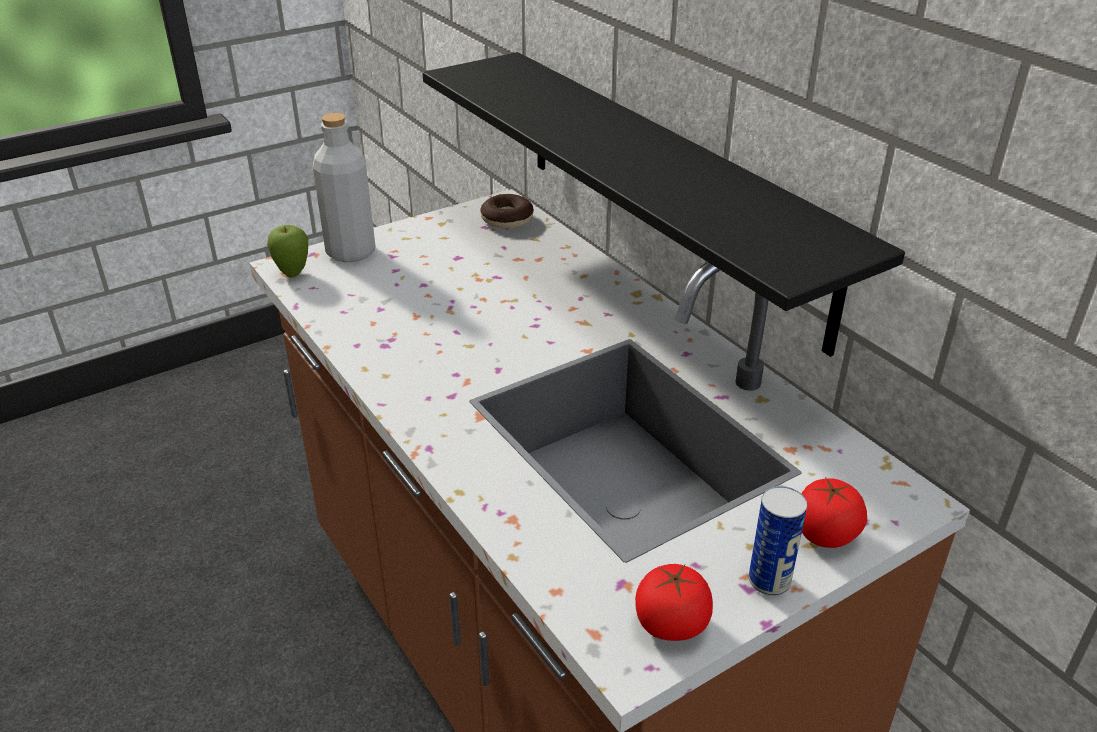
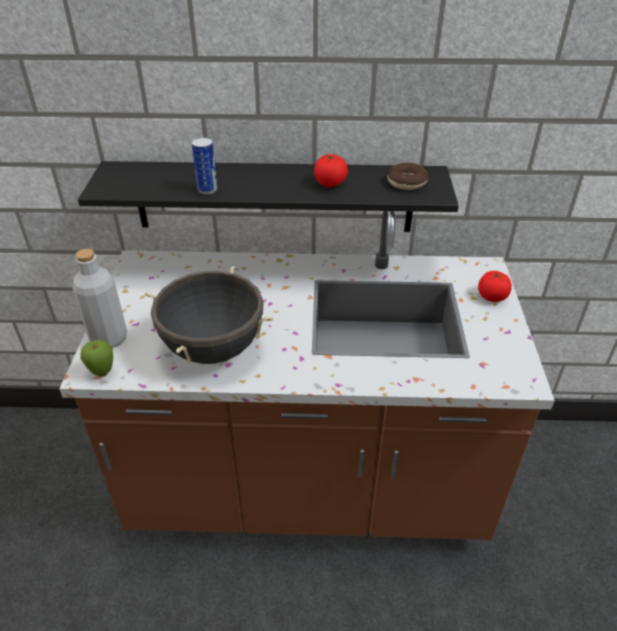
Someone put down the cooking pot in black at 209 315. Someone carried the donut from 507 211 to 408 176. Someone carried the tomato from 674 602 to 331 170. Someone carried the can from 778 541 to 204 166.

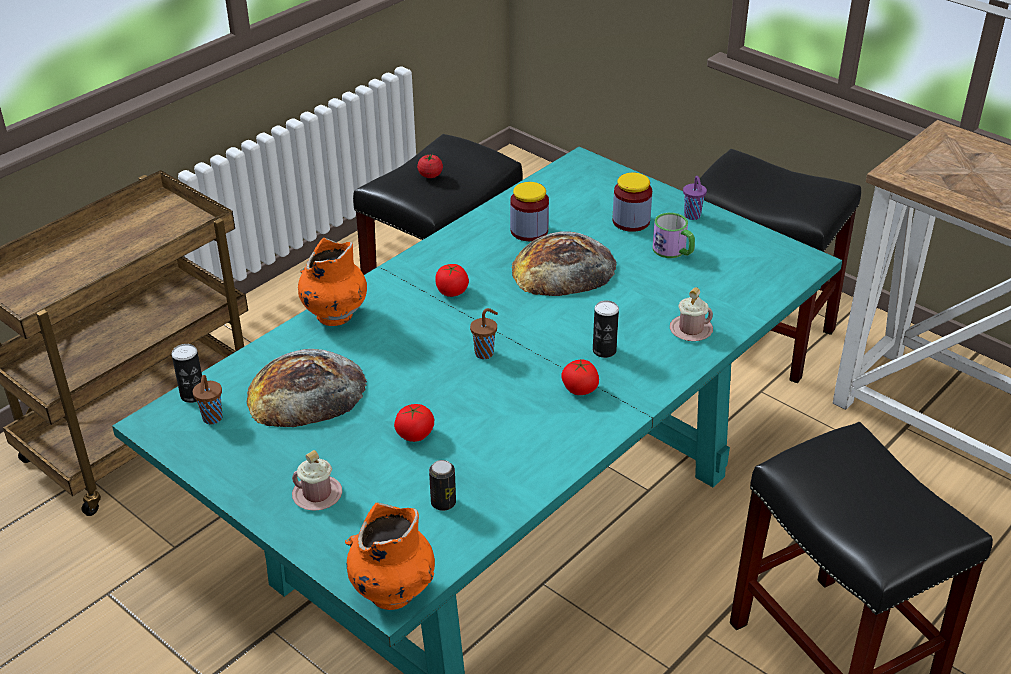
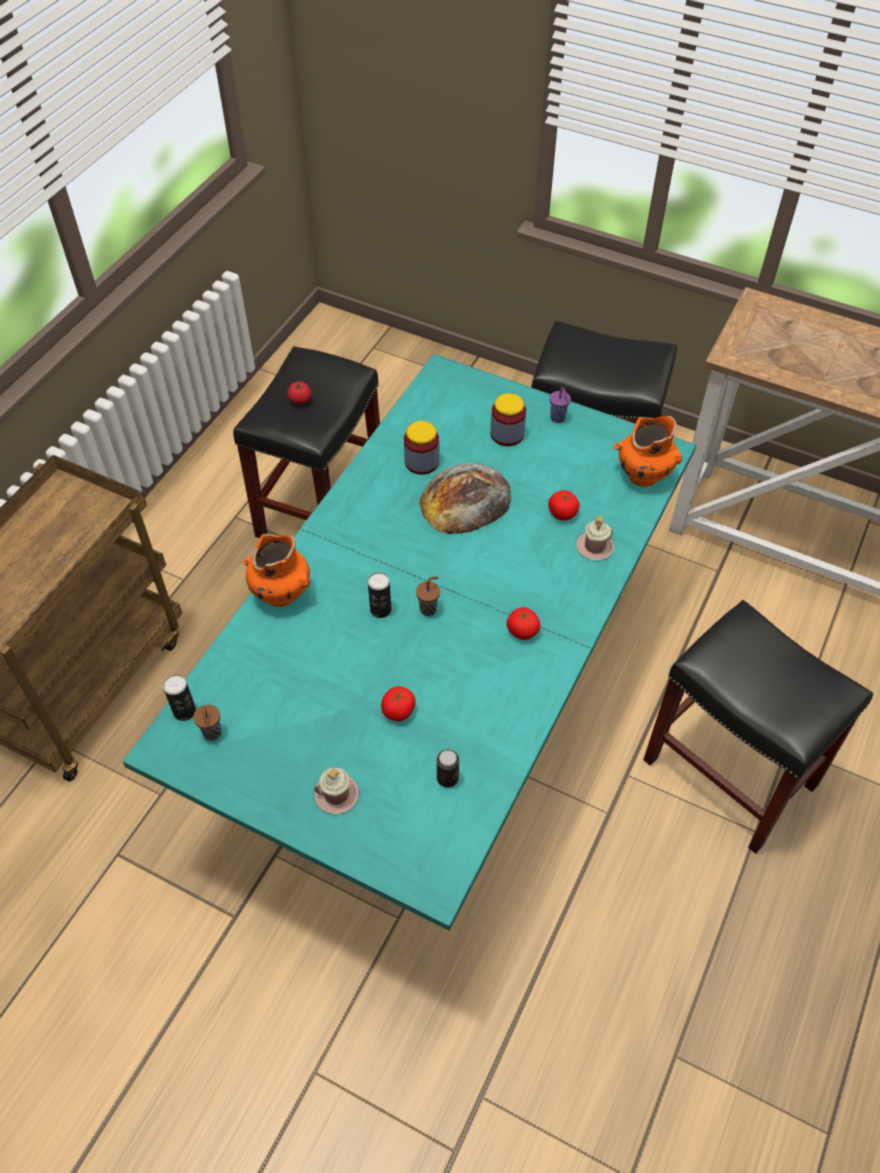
Someone took away the bread at 307 388. Someone took away the mug at 673 235. Someone carried the vase in orange from 390 556 to 647 451. Someone carried the tomato from 452 280 to 564 505. Someone carried the can from 606 329 to 379 595.

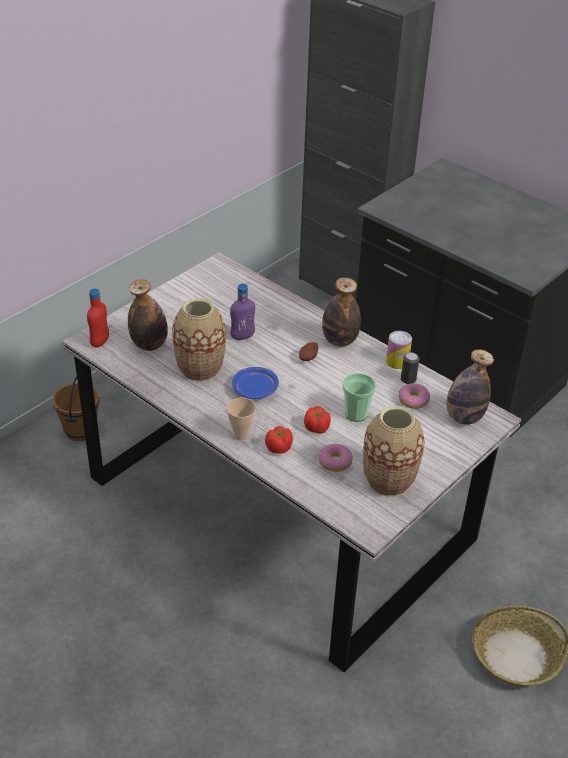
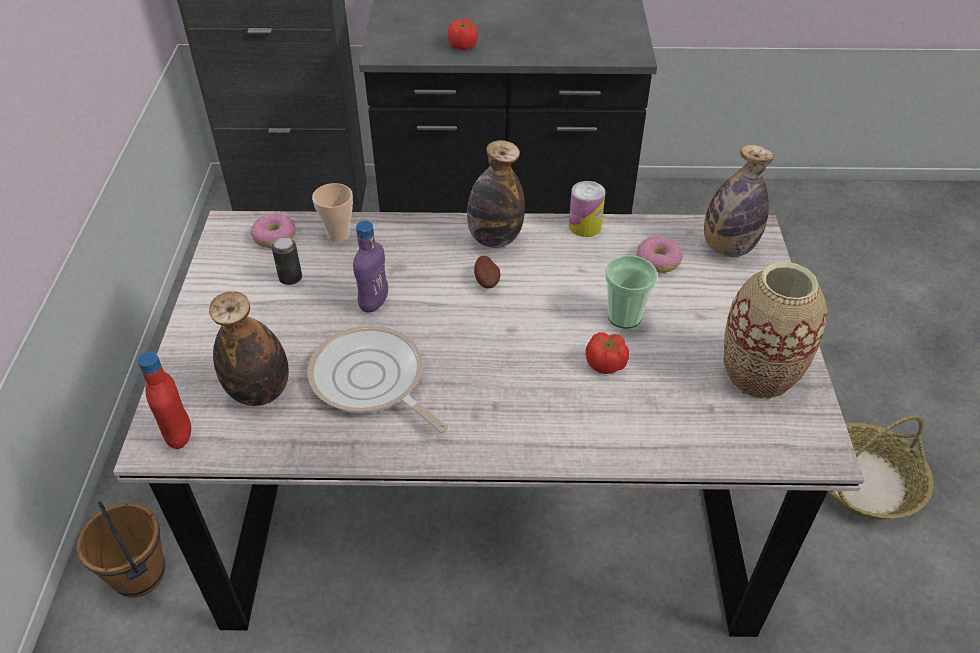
Someone took away the plate in blue at 255 383. Someone carried the cup from 241 419 to 332 212. Someone carried the tomato from 279 440 to 462 34. Someone carried the donut from 336 458 to 273 230. Someone carried the can from 410 368 to 286 261. Someone swapped the vase at 199 340 for the frying pan at 377 379.

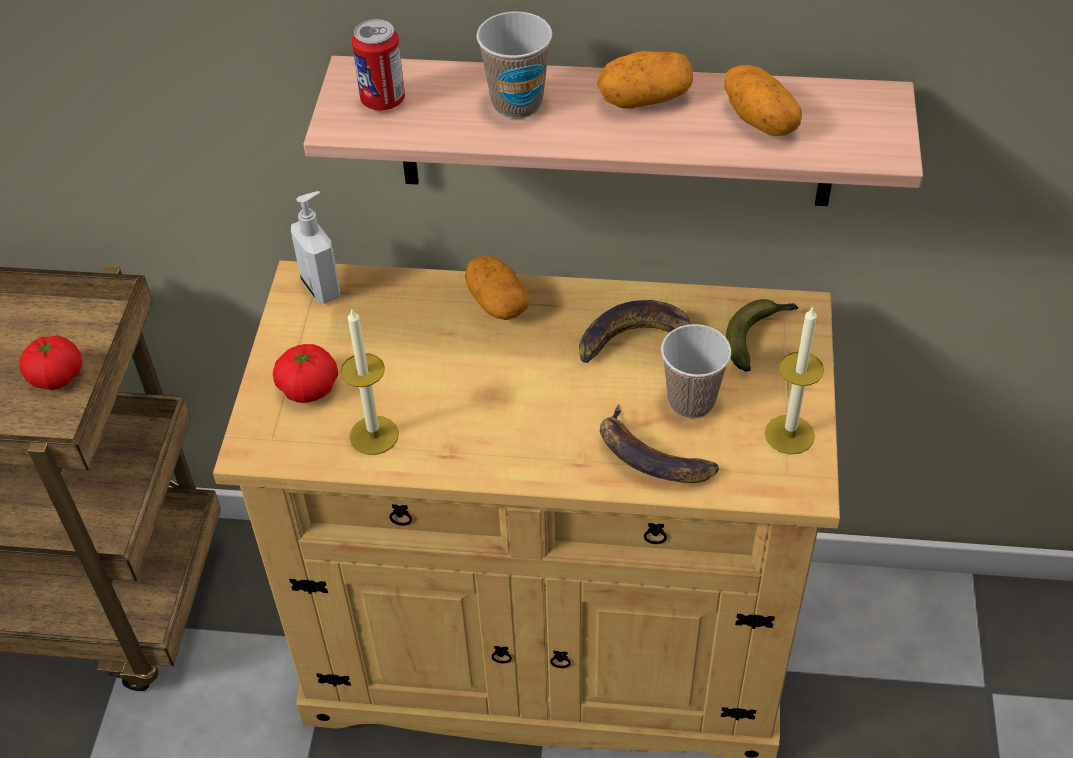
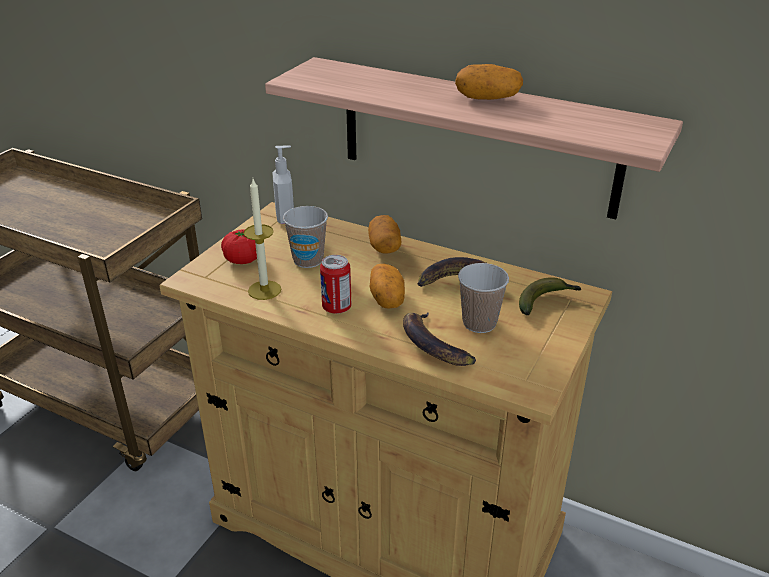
Someone took away the tomato at 50 362. Someone took away the candle at 794 380. Someone carried the can from 378 64 to 335 284. Someone carried the cup from 514 65 to 305 237. Someone carried the potato from 763 100 to 387 286.

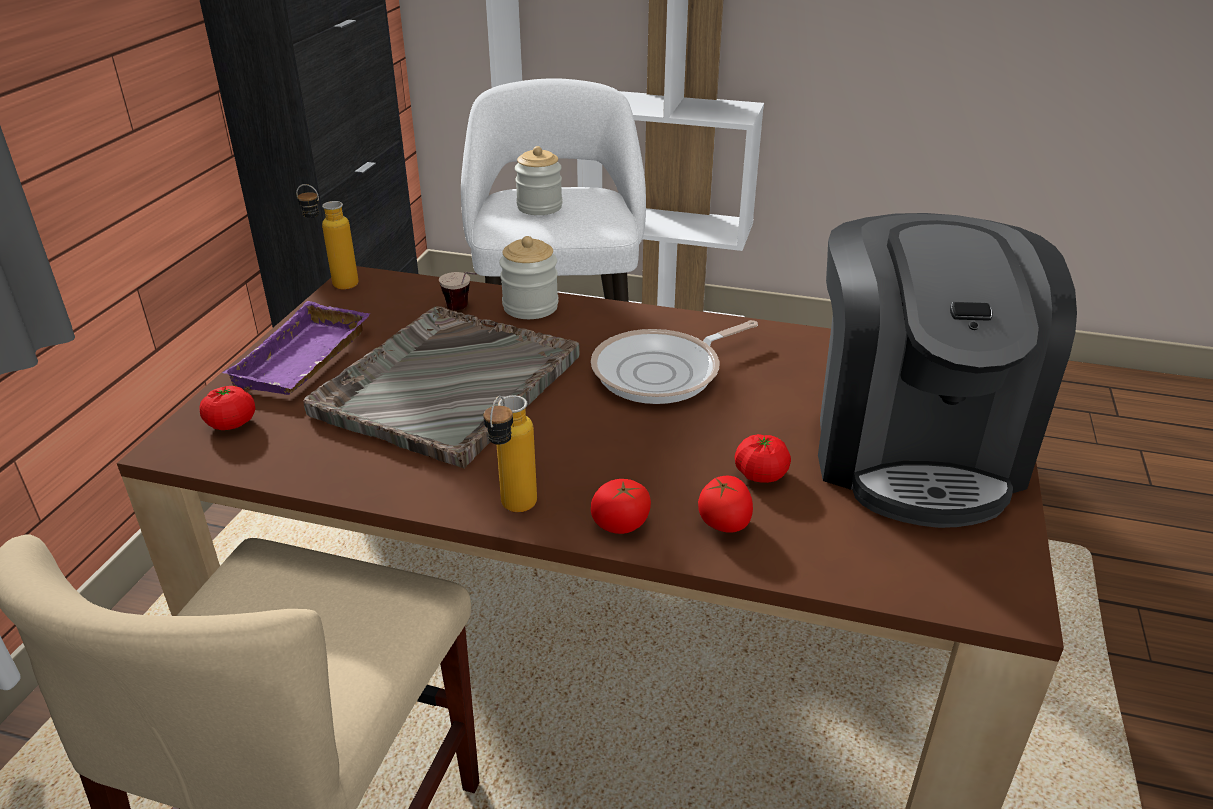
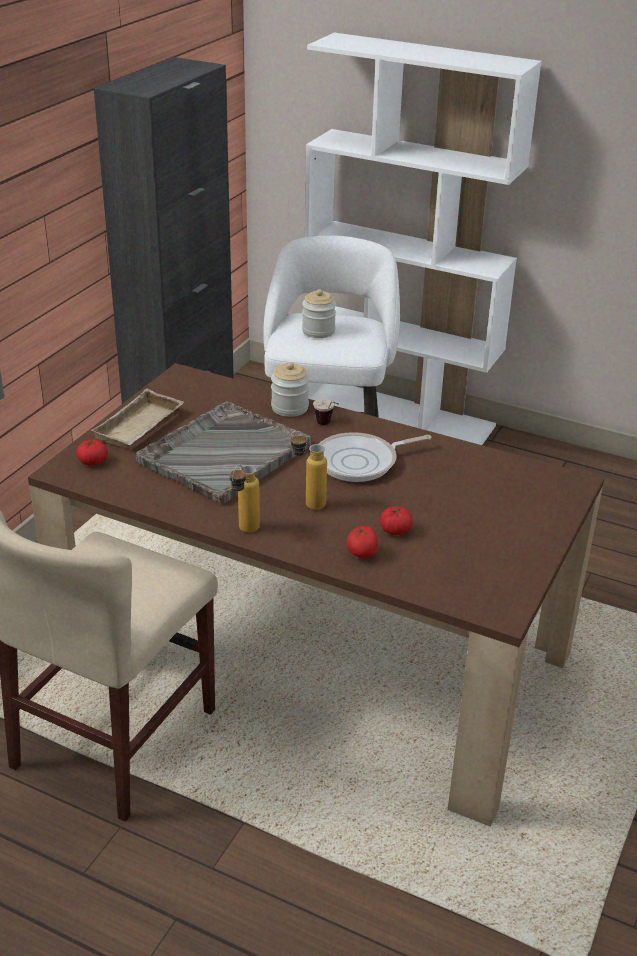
Someone took away the tomato at 621 506. Someone took away the coffee machine at 947 370. Someone carried the bottle from 327 236 to 309 470. Someone carried the cup from 458 291 to 326 412. Someone repainted the tray in purple at 296 348, which became the tray in beige at 137 418.

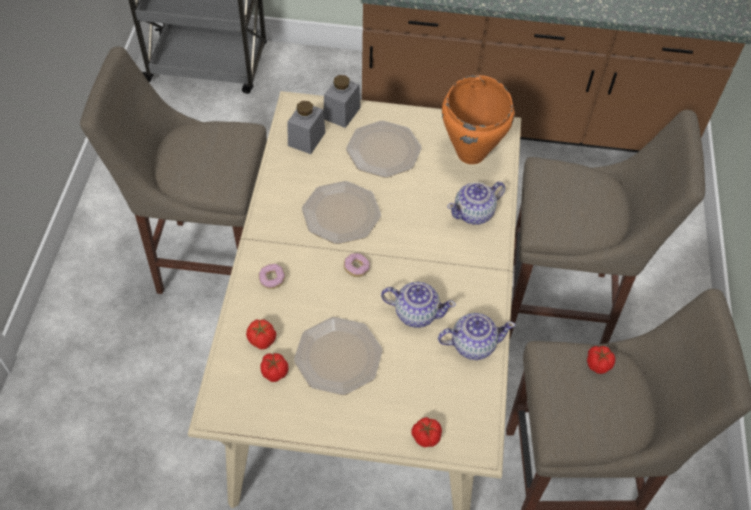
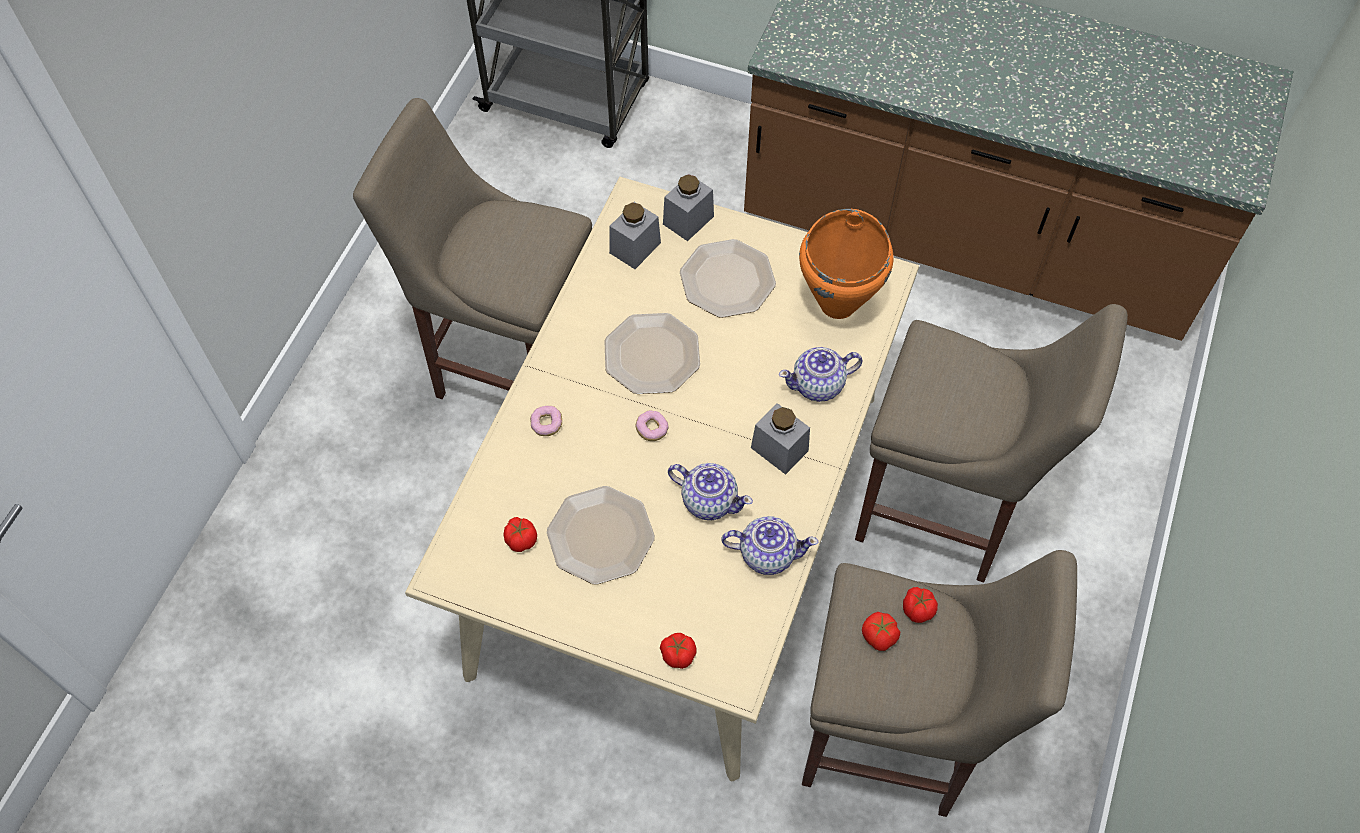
Someone put down the jar in grey at 780 439. Someone carried the tomato from 261 334 to 881 631.

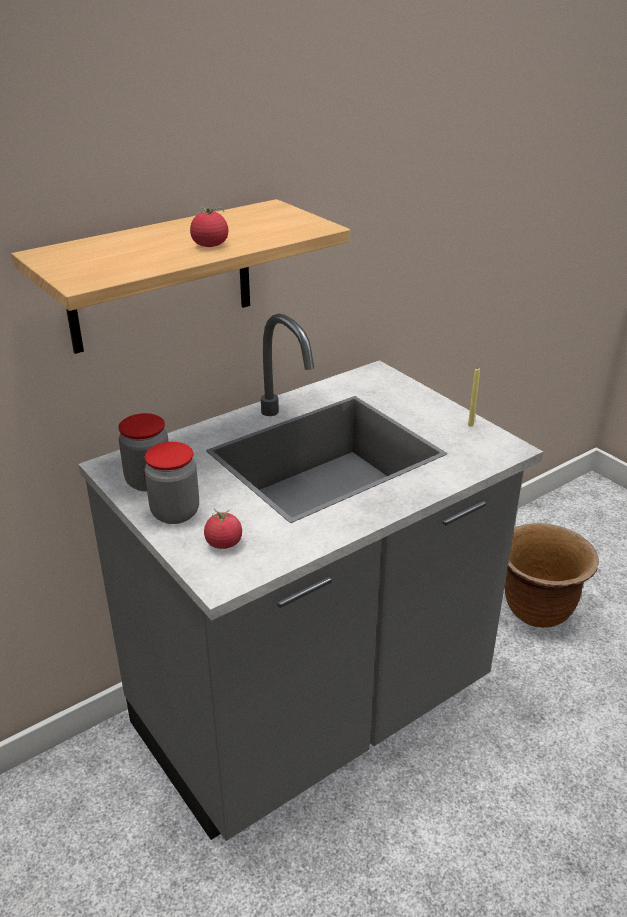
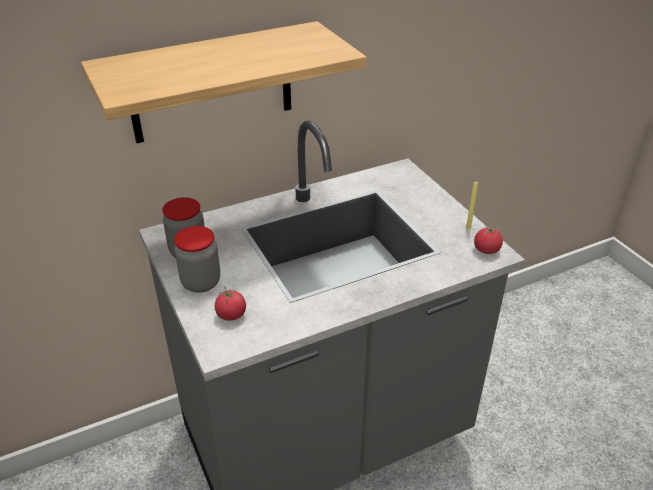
Someone took away the planter in brown at 552 575. Someone carried the tomato from 209 227 to 488 239.

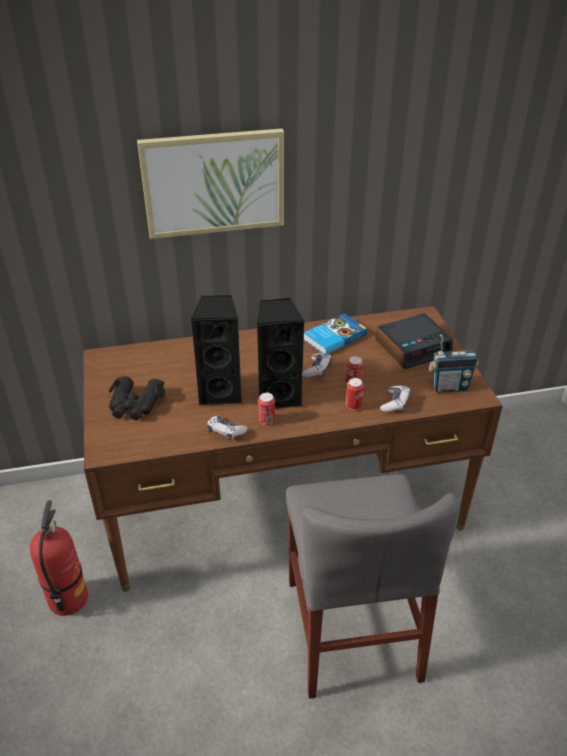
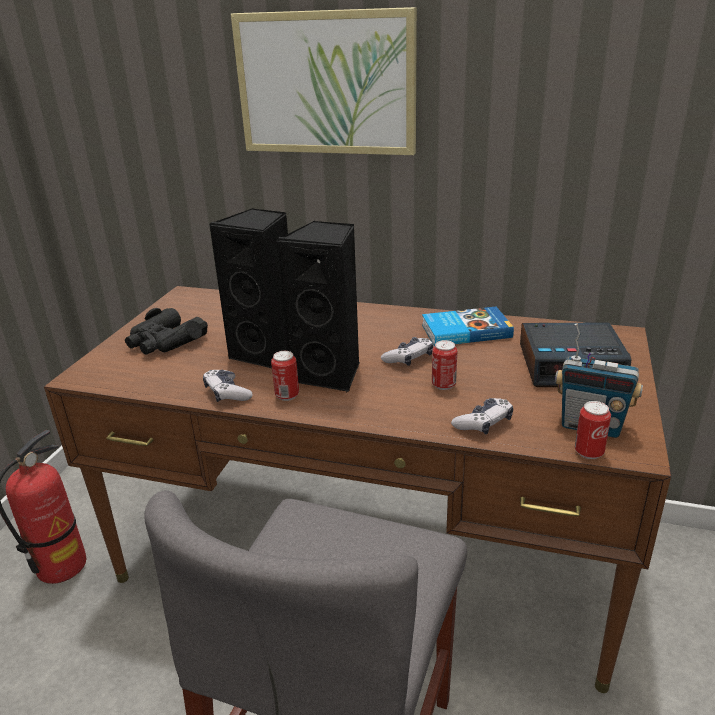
Someone carried the can from 354 394 to 593 430.

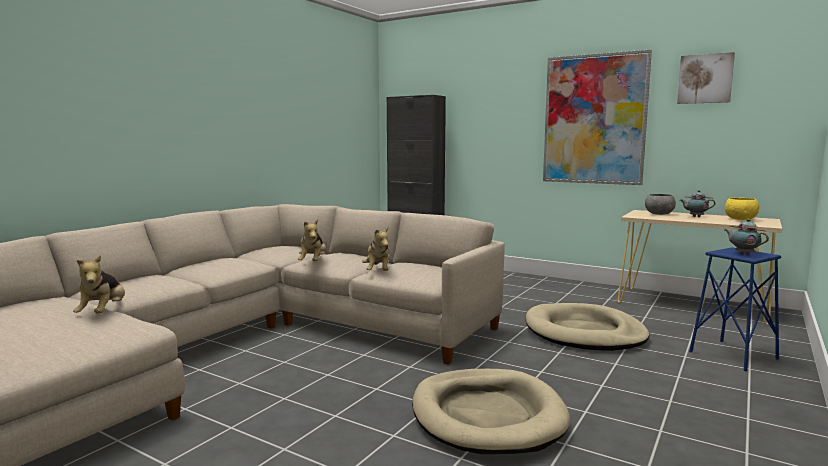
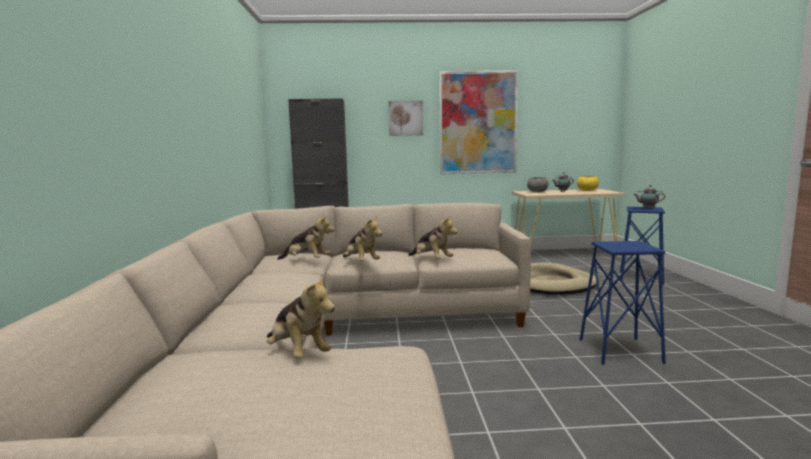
Someone put down the plush toy at 305 237. Someone carried the picture from 706 78 to 406 118. Someone swapped the dog bed in beige at 491 411 for the stool in blue at 623 303.

